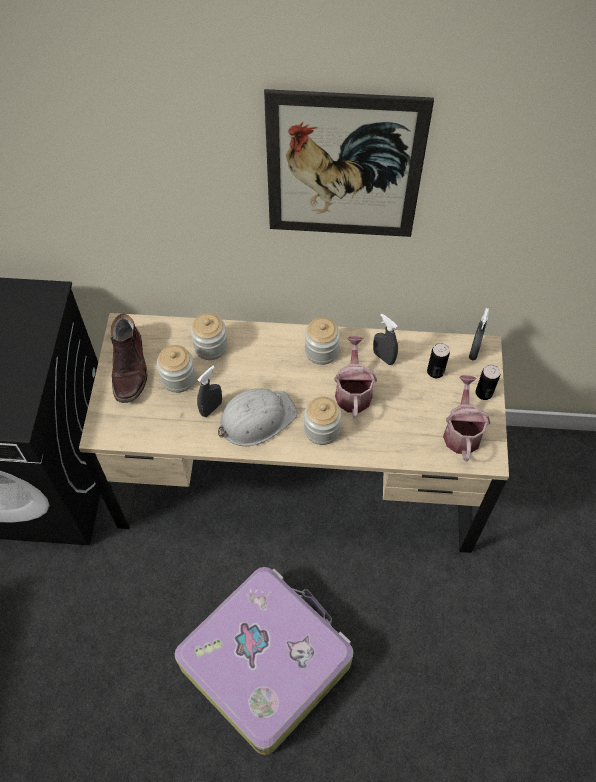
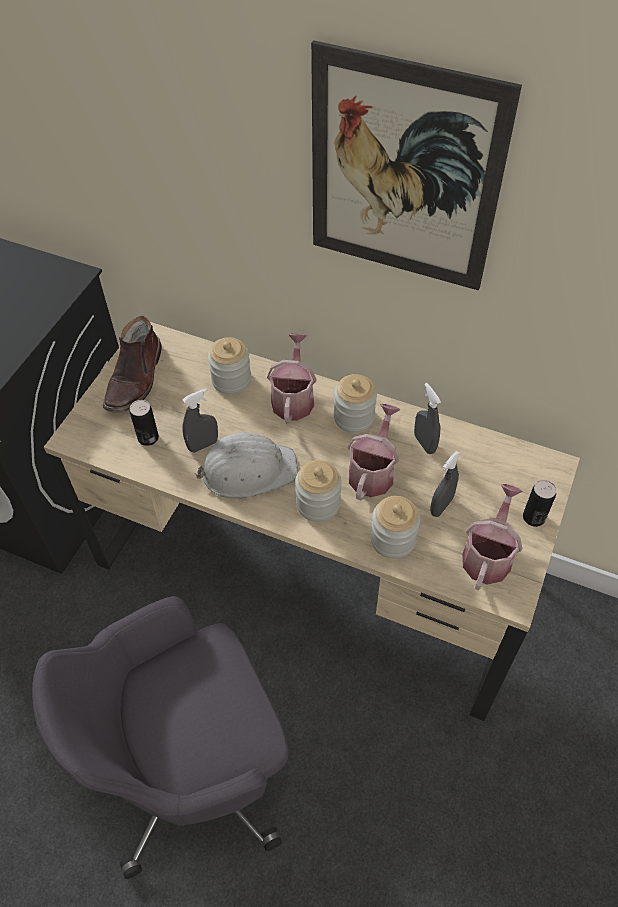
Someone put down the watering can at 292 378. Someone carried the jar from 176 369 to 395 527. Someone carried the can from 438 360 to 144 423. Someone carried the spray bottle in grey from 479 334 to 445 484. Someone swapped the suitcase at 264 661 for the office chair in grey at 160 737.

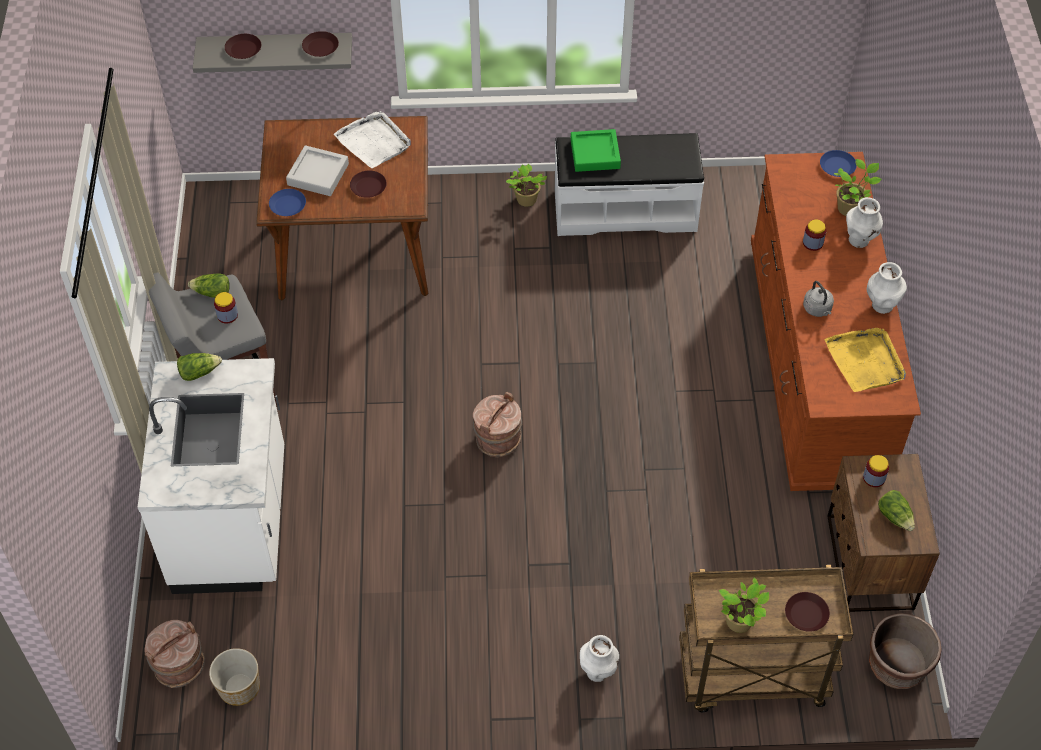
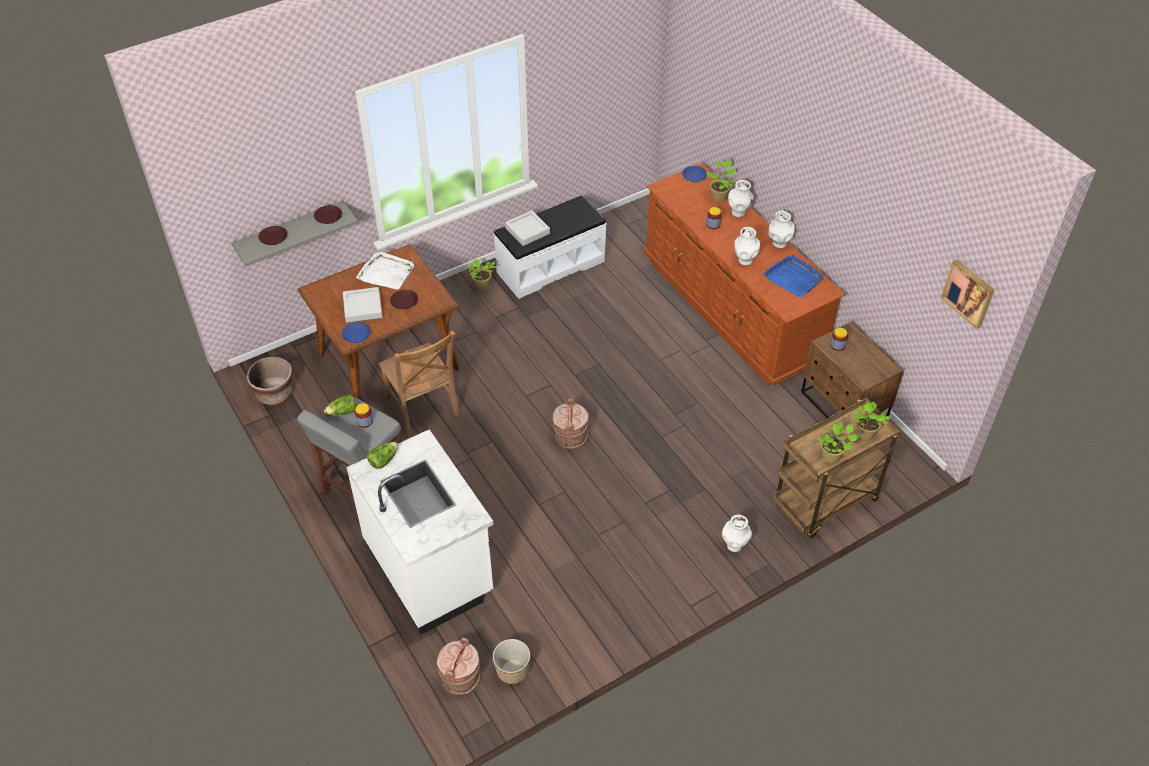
Someone took away the lettuce at 896 510. Someone put down the chair in brown at 419 384. Someone put up the picture at 967 294. Someone carried the planter in brown from 905 651 to 270 381. Someone swapped the plate in brown at 807 612 for the potted plant at 871 421. Someone swapped the kettle in grey at 818 299 for the vase in white at 747 246. Someone repainted the tray in green at 596 150, which became the tray in grey at 527 228. Someone repainted the tray in yellow at 865 360, which became the tray in blue at 793 276.

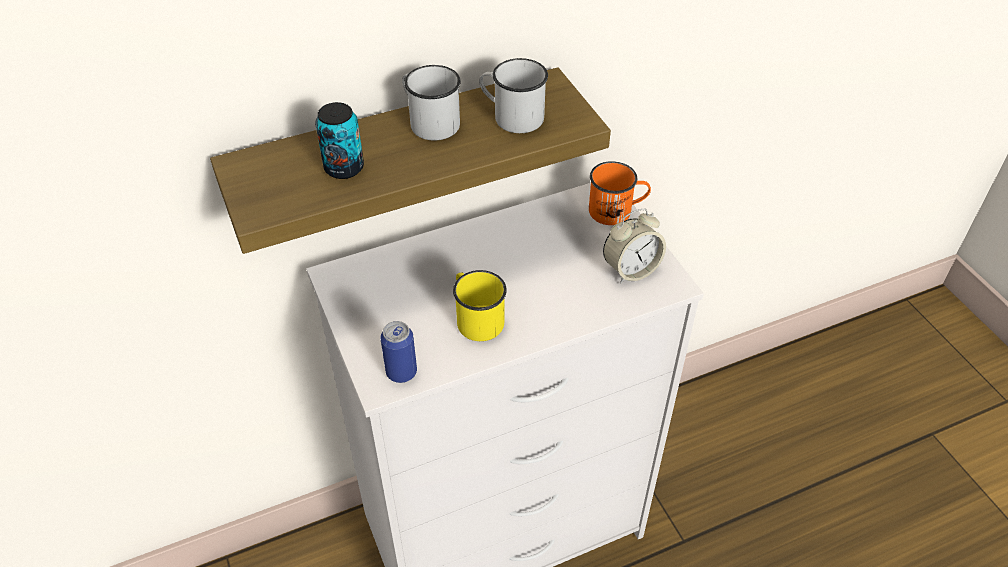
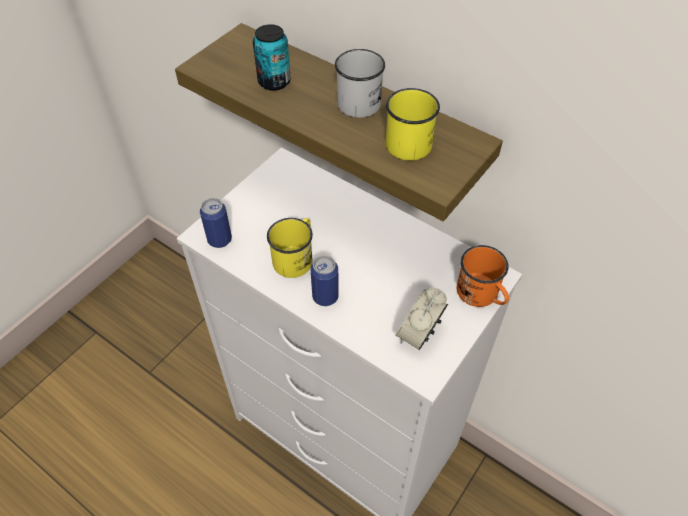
Someone put down the can at 325 280. Someone repainted the mug in white at 513 95, which became the mug in yellow at 413 124. Someone rotated the alarm clock at 634 246 by 90 degrees clockwise.

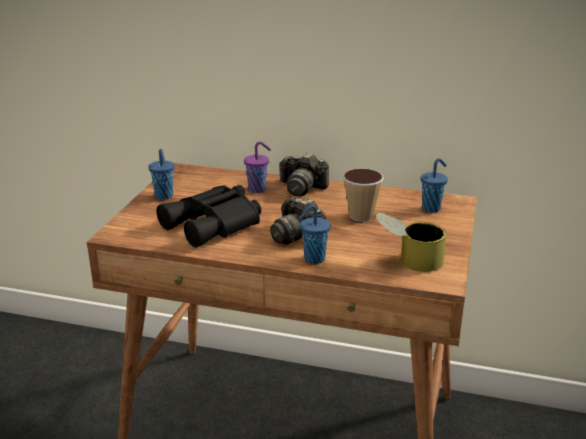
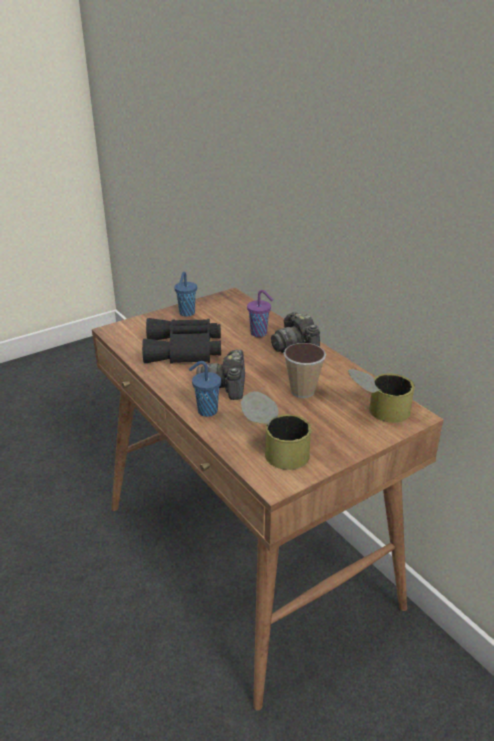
Someone swapped the cup in blue at 434 185 for the can at 381 396.

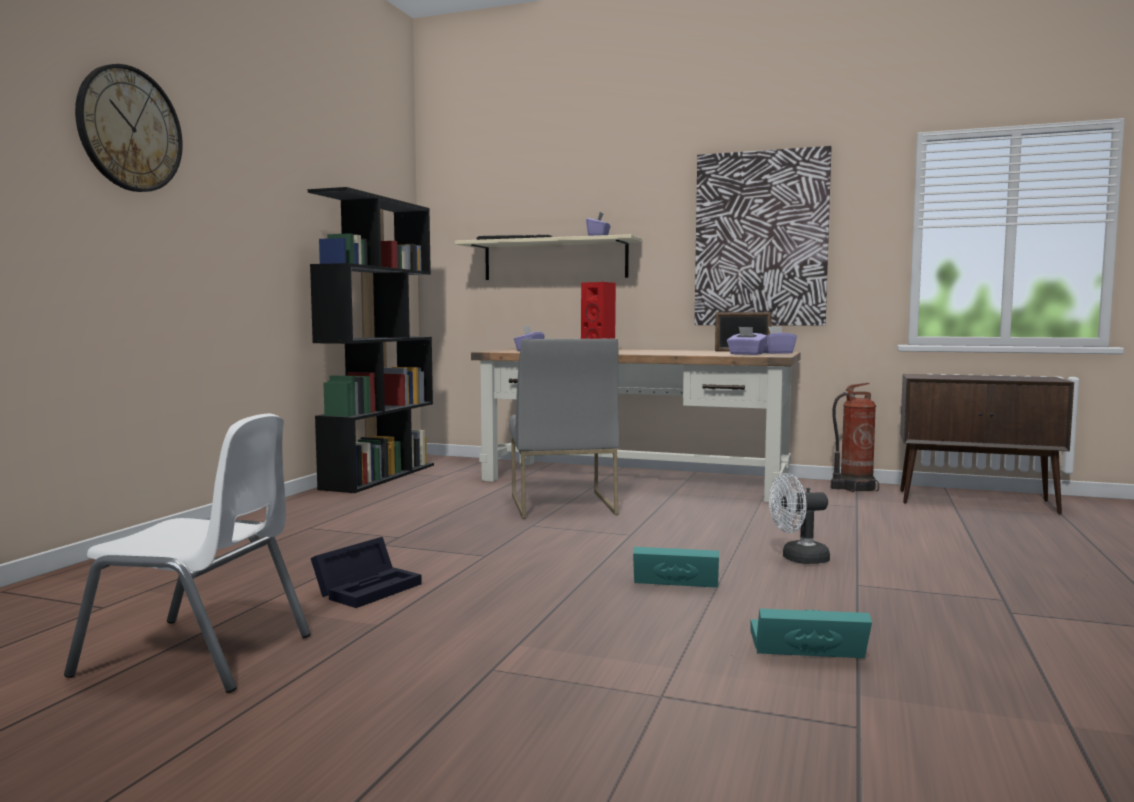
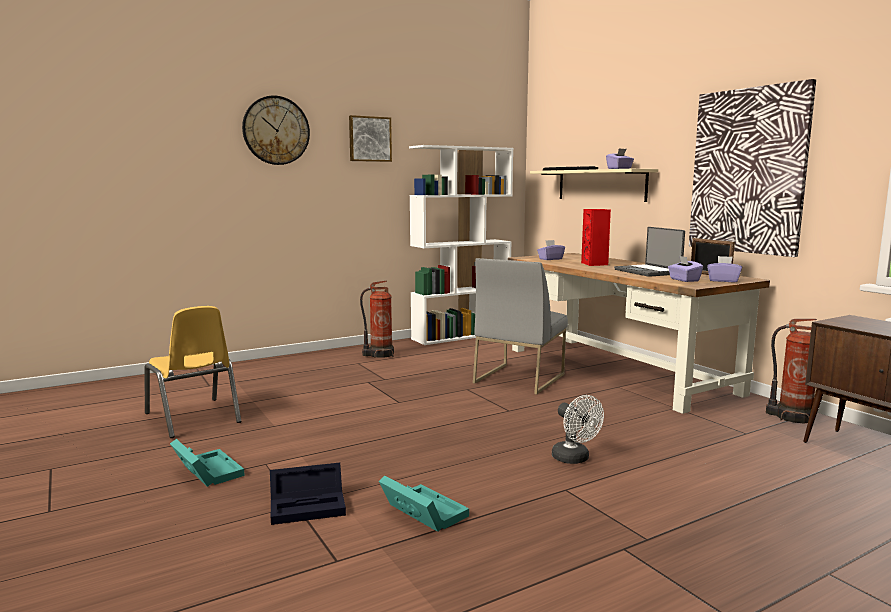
Someone put up the picture at 370 138. Someone put down the fire extinguisher at 377 319. Someone put down the laptop at 649 252. Someone carried the storage box in black from 366 572 to 308 494. Someone carried the storage box in turquoise from 676 567 to 207 463. Someone repainted the chair in white at 187 553, which became the chair in yellow at 192 372. Someone repainted the bookcase in black at 371 340, which became the bookcase in white at 461 245. Someone rotated the fan in white at 799 518 by 150 degrees counterclockwise.

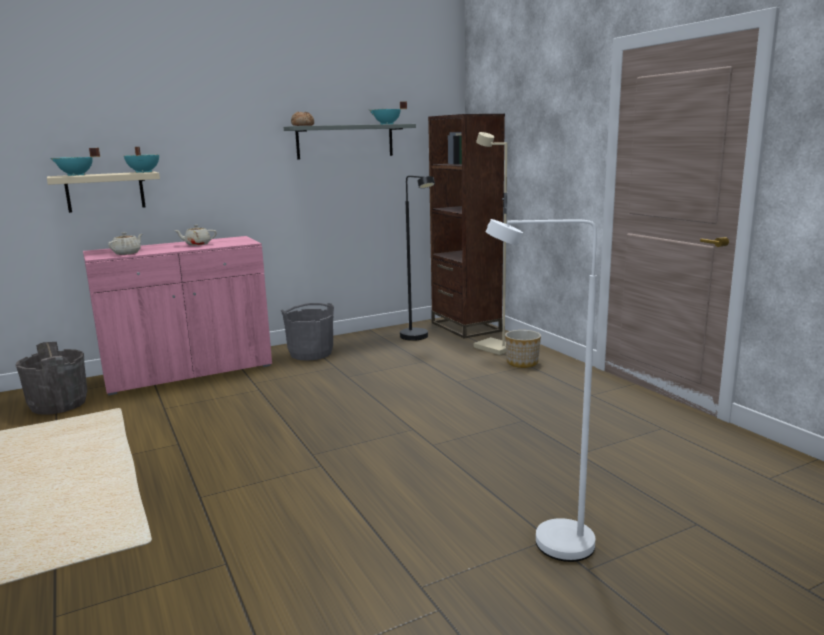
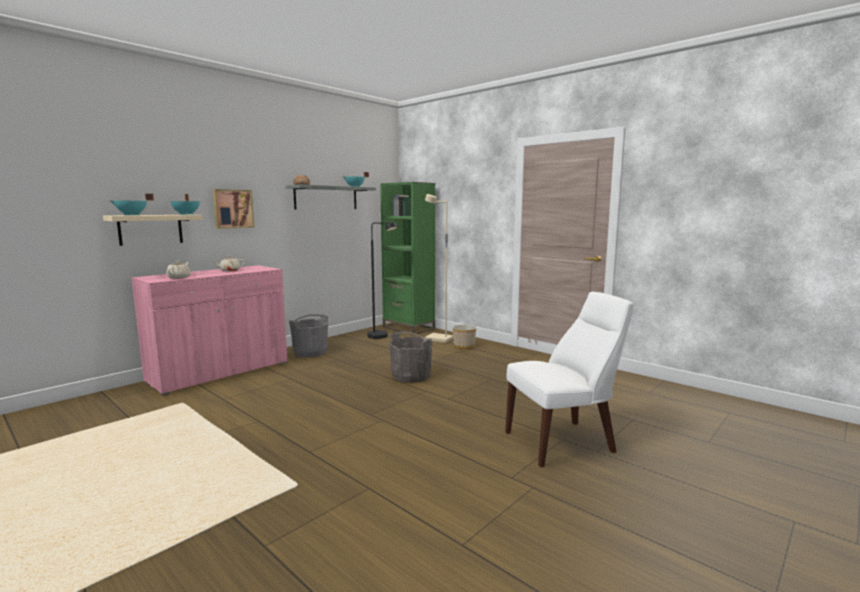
Someone put up the picture at 233 209. Someone carried the bucket in grey from 51 378 to 411 357. Someone swapped the floor lamp in white at 541 390 for the chair in white at 569 379. Someone repainted the bookcase in brown at 466 226, which became the bookcase in green at 408 258.

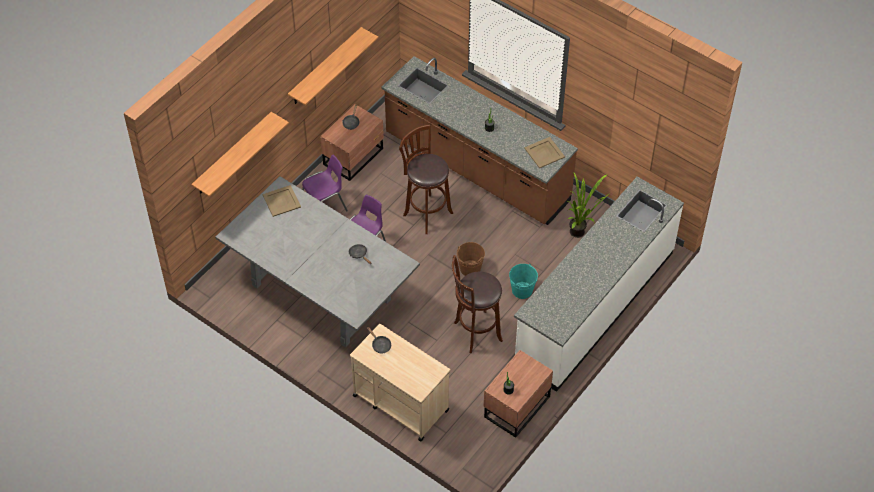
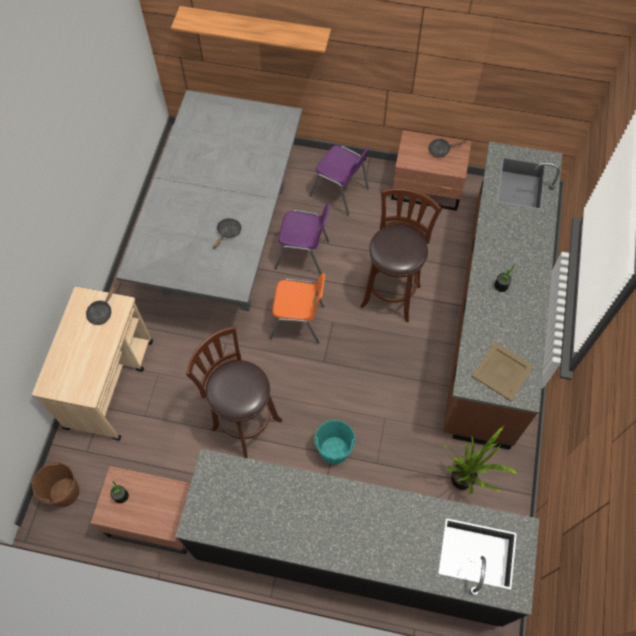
Someone took away the tray in beige at 282 201. Someone took away the shelf at 333 66. Someone put down the chair in orange at 297 308. Someone carried the bucket in brown from 471 259 to 55 484. Someone repainted the counter in white at 599 284, which became the counter in black at 357 538.

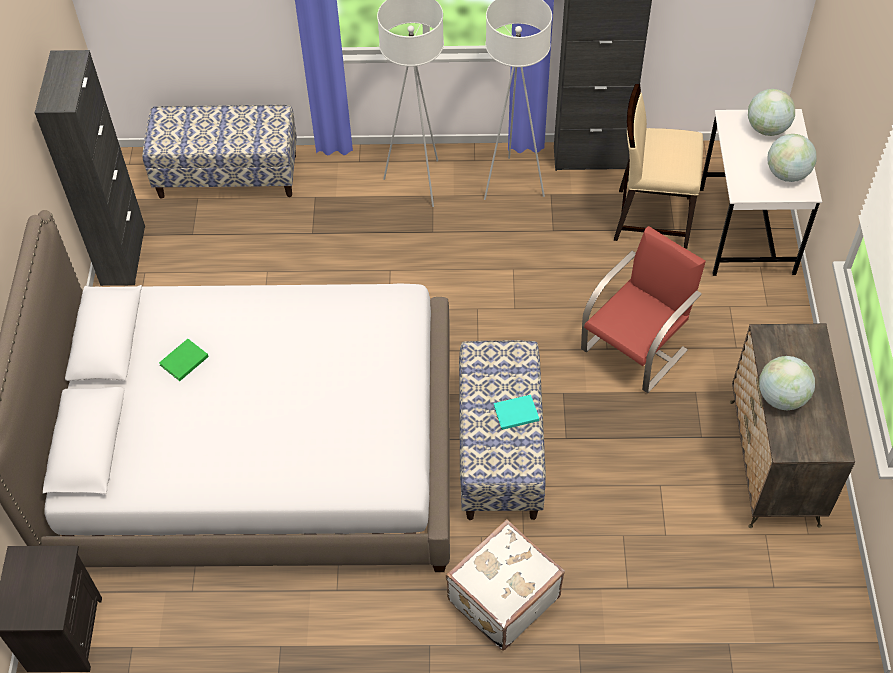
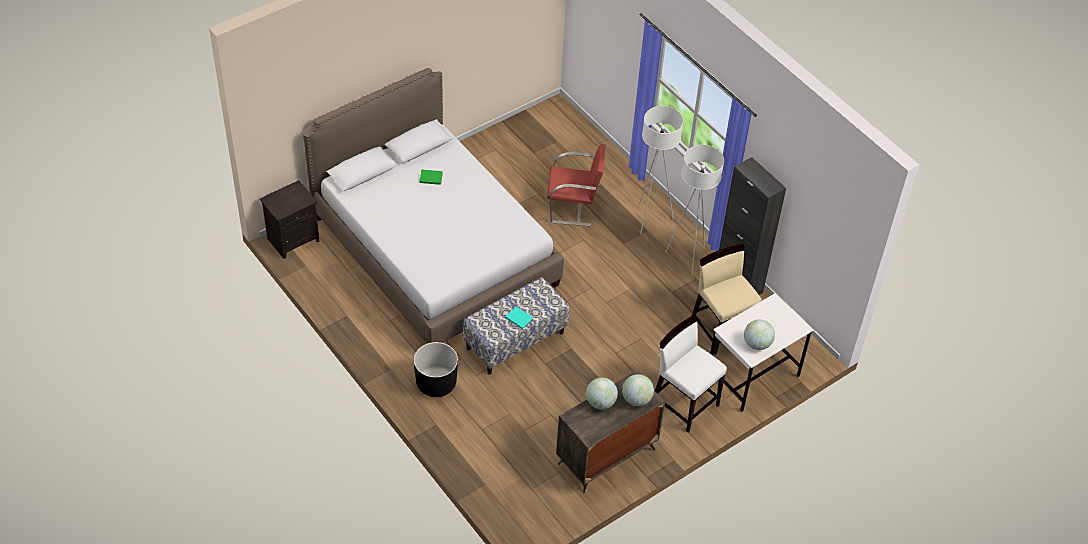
Someone took away the cabinet in black at 90 168. Someone took away the bench at 219 152. Someone put down the chair in white at 691 373. Someone carried the chair in red from 643 309 to 576 185. Someone carried the globe from 771 112 to 638 390. Someone swapped the suitcase in white at 505 585 for the planter in black at 436 369.

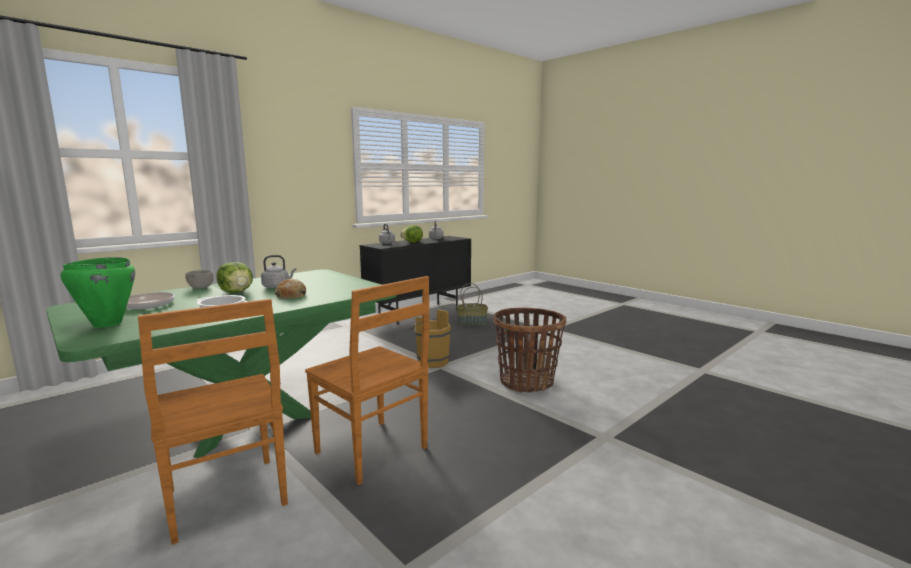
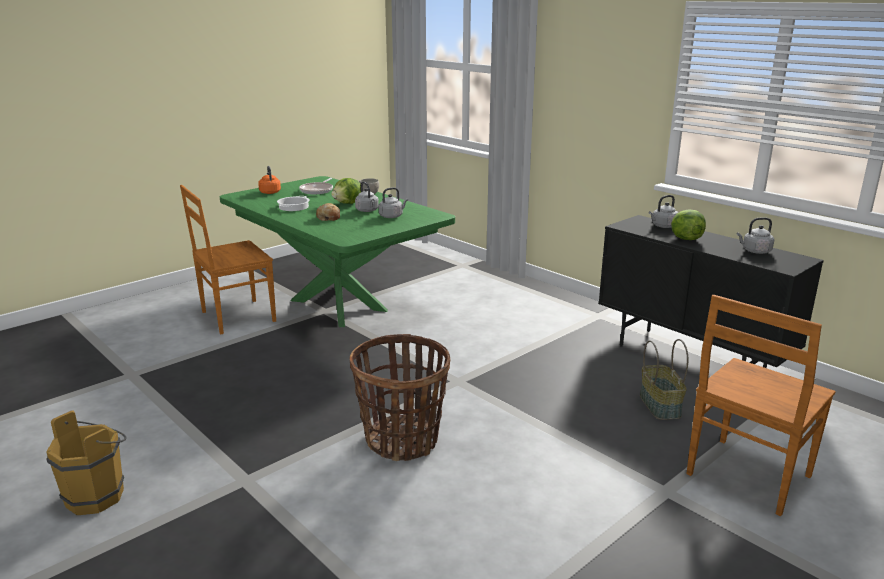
Someone put down the kettle in grey at 393 202. Someone carried the chair in brown from 367 380 to 761 405. Someone carried the bucket in brown from 430 338 to 86 462. Someone swapped the cooking pot in green at 98 292 for the kettle in orange at 269 180.

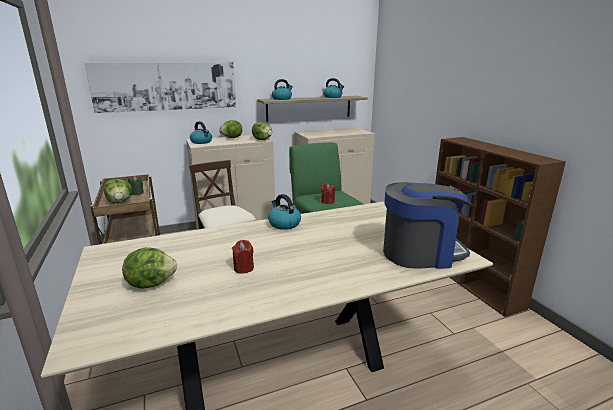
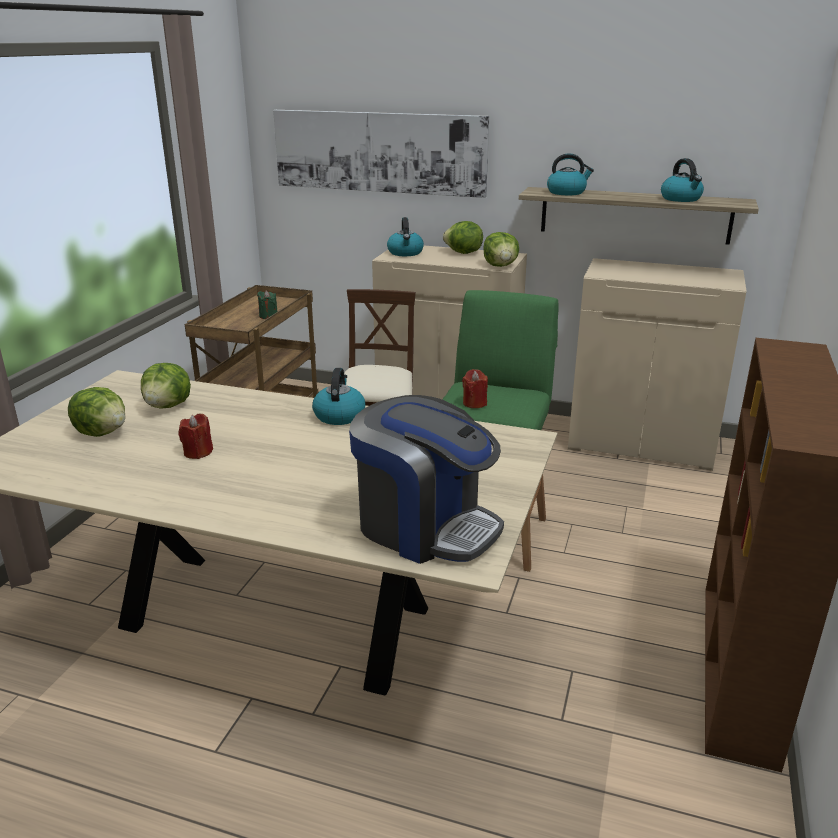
Someone carried the lettuce from 118 191 to 166 386.

